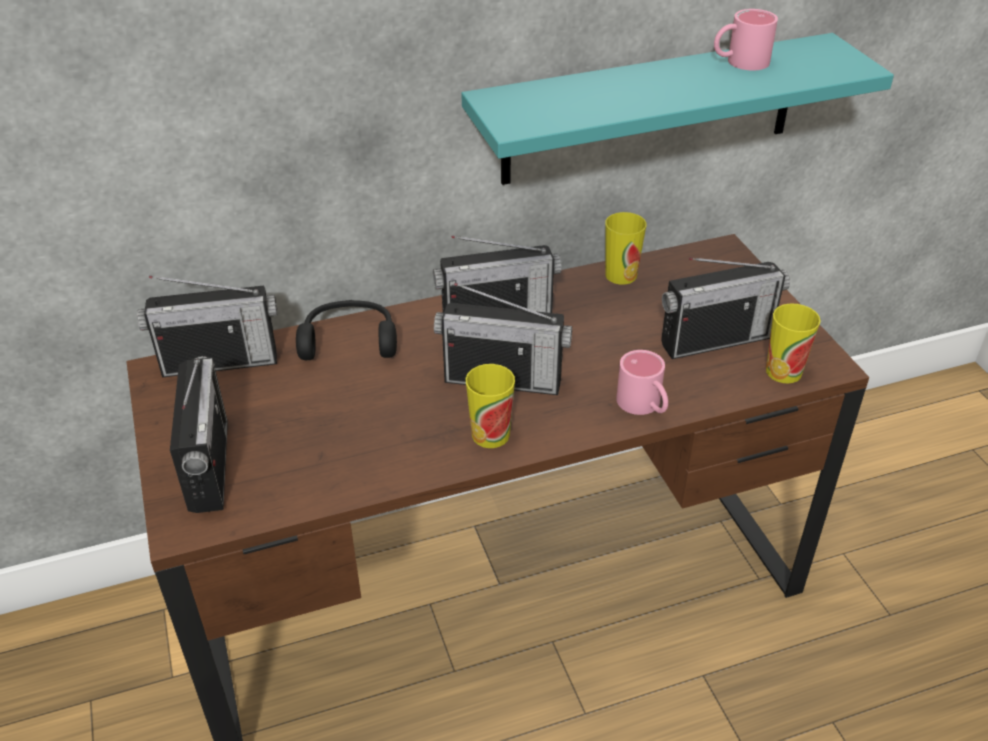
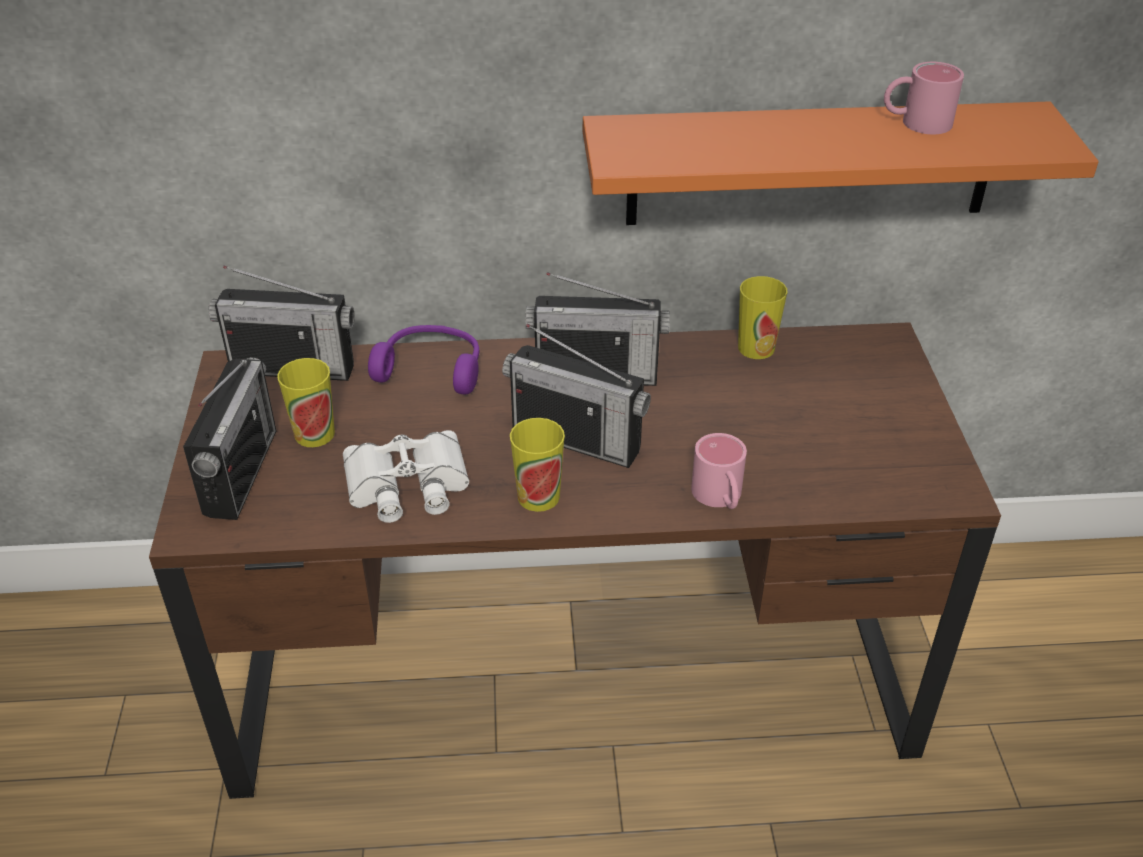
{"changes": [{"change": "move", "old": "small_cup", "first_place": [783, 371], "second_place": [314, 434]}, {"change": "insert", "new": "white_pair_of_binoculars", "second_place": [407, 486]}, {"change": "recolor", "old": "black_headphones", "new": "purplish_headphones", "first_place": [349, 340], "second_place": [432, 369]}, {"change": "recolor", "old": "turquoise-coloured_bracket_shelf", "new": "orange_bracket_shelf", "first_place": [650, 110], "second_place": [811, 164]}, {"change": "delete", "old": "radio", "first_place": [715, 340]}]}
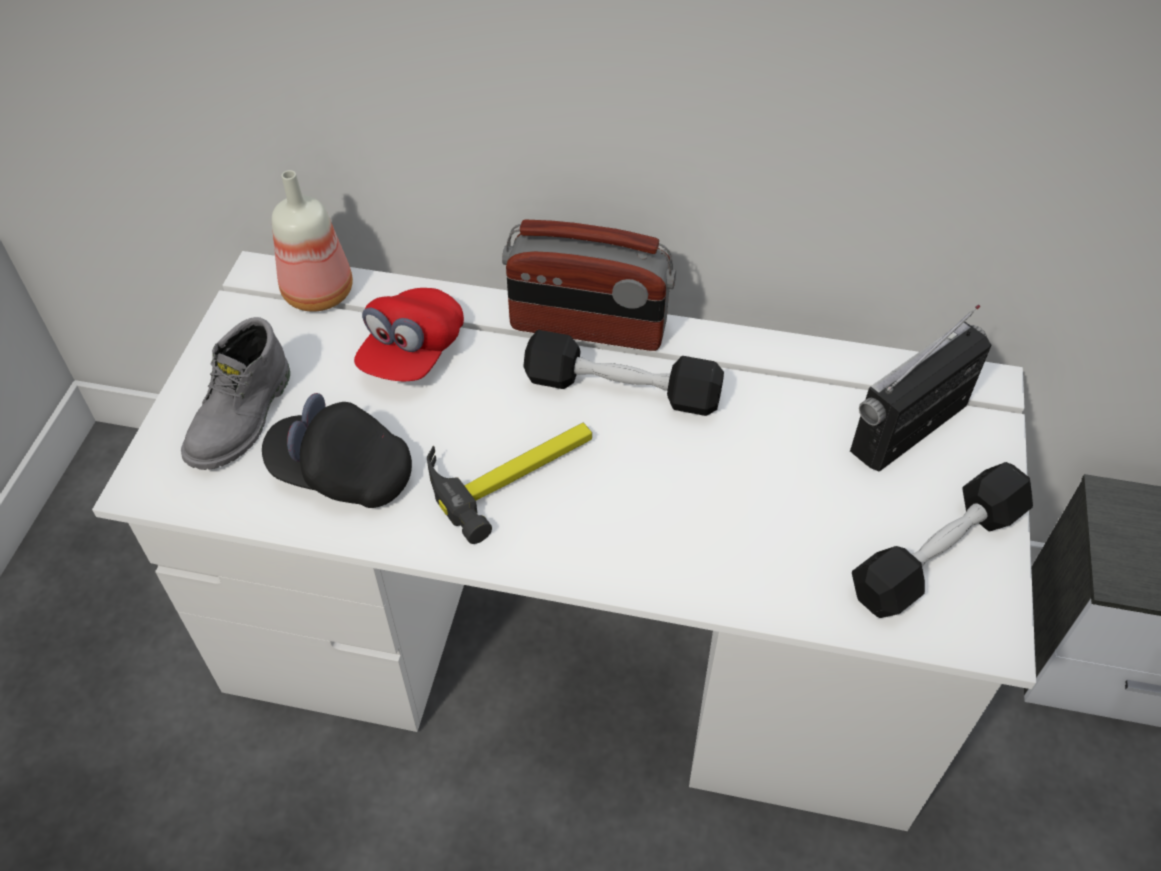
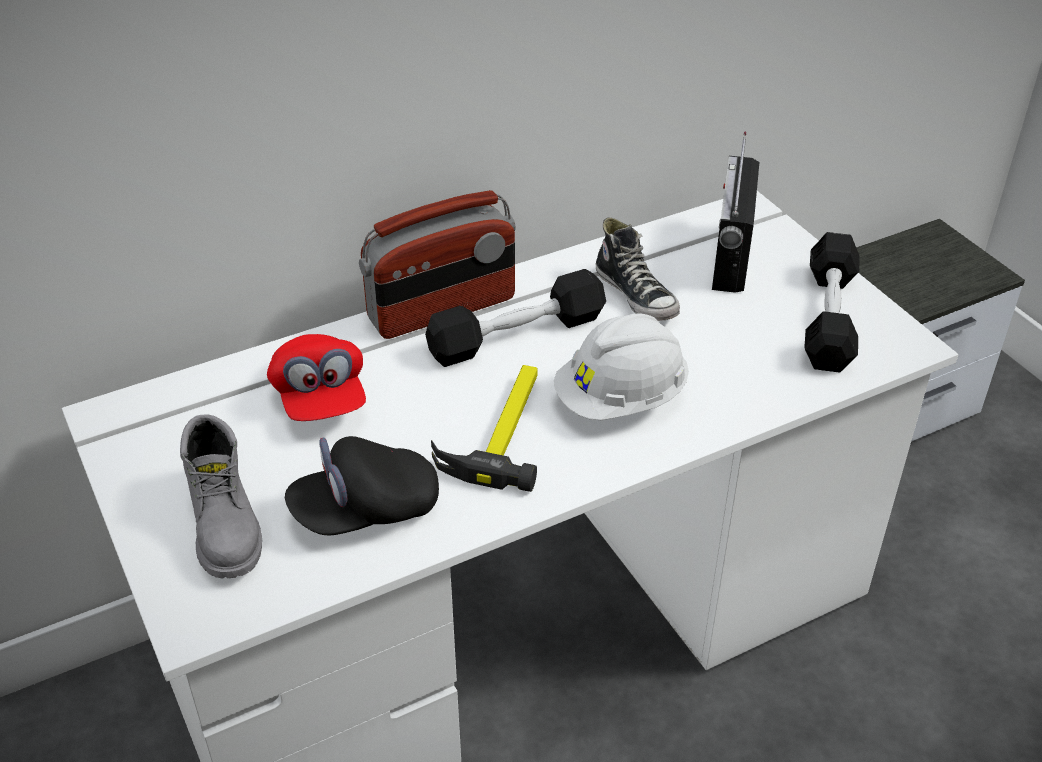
{"changes": [{"change": "insert", "new": "white_hard_hat", "second_place": [621, 399]}, {"change": "insert", "new": "item_of_footwear", "second_place": [636, 295]}, {"change": "delete", "old": "drink_bottle", "first_place": [321, 293]}]}
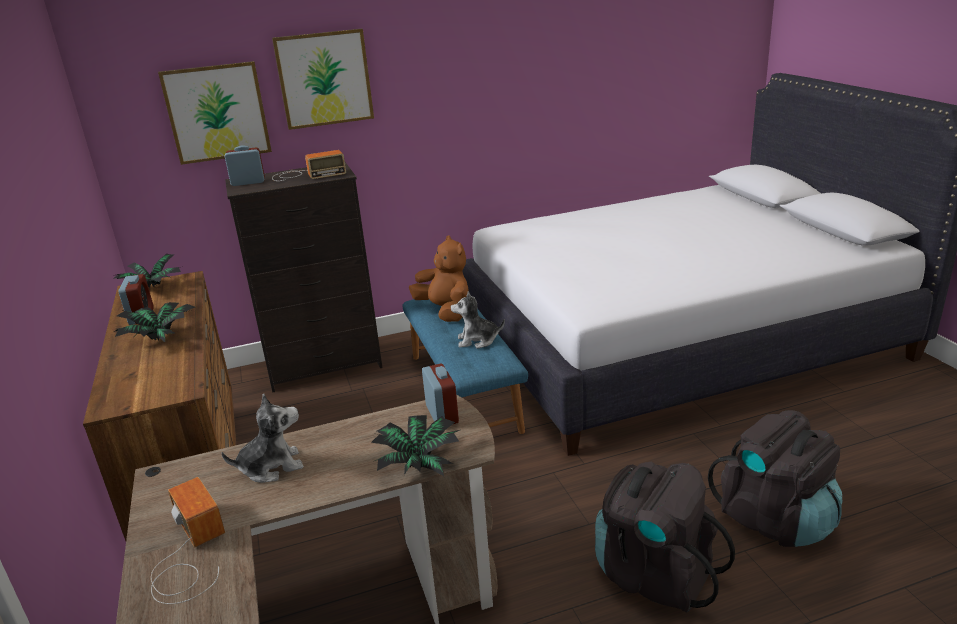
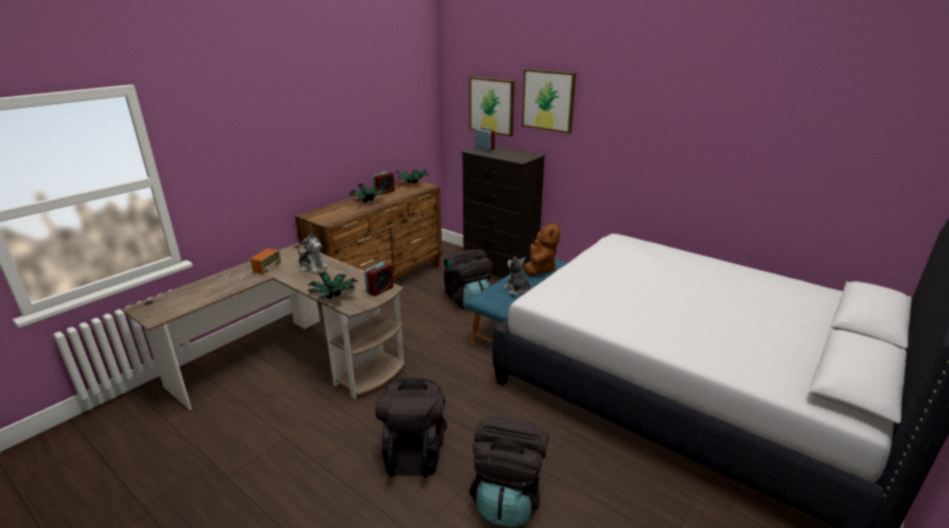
{"changes": [{"change": "insert", "new": "black_rucksack", "second_place": [468, 300]}, {"change": "delete", "old": "radio", "first_place": [306, 175]}]}
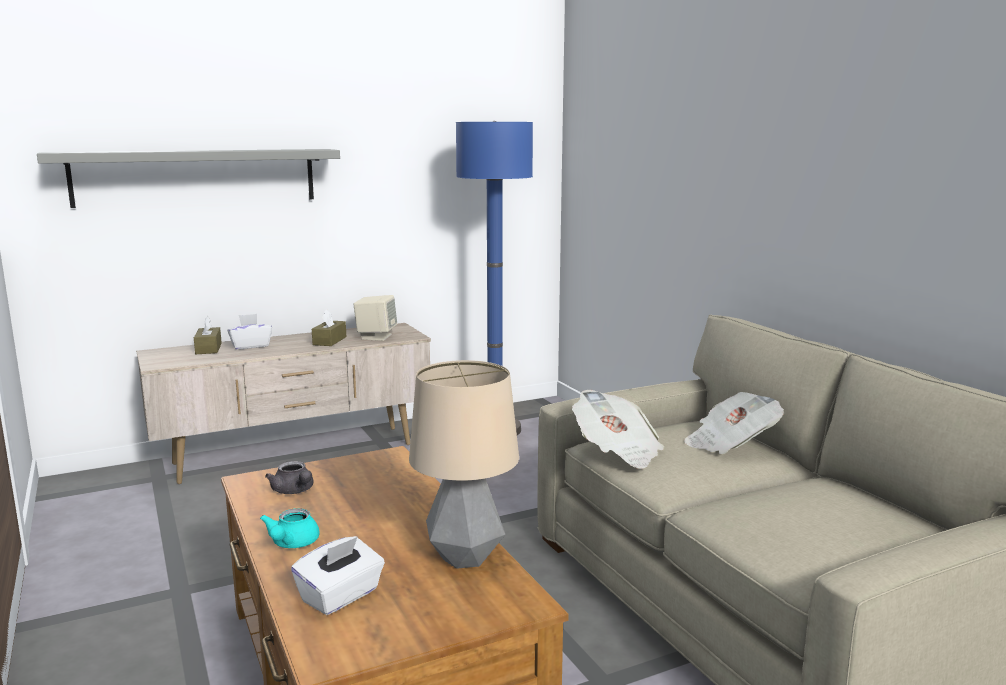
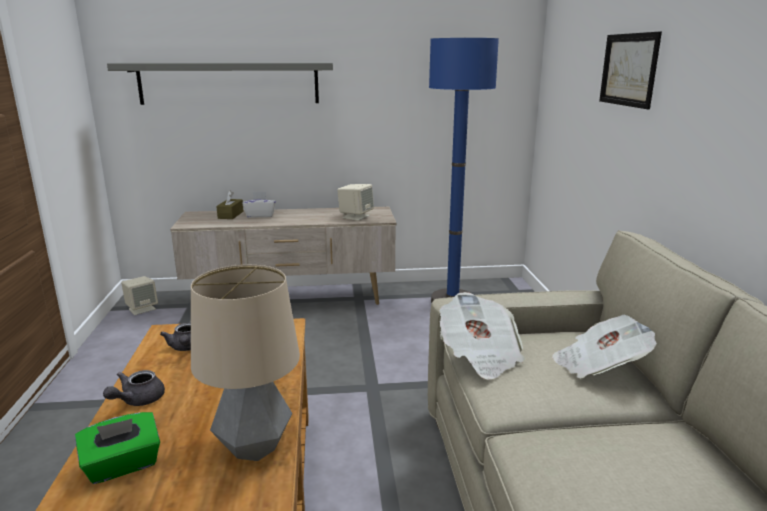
{"changes": [{"change": "recolor", "old": "white_tissue_box", "new": "green_tissue_box", "first_place": [341, 596], "second_place": [123, 465]}, {"change": "recolor", "old": "turquoise-coloured_pot_for_tea", "new": "gray_pot_for_tea", "first_place": [291, 544], "second_place": [137, 400]}, {"change": "insert", "new": "sand-coloured_speaker", "second_place": [142, 309]}, {"change": "insert", "new": "wall_art", "second_place": [628, 69]}, {"change": "delete", "old": "brownish_tissue_box", "first_place": [329, 341]}]}
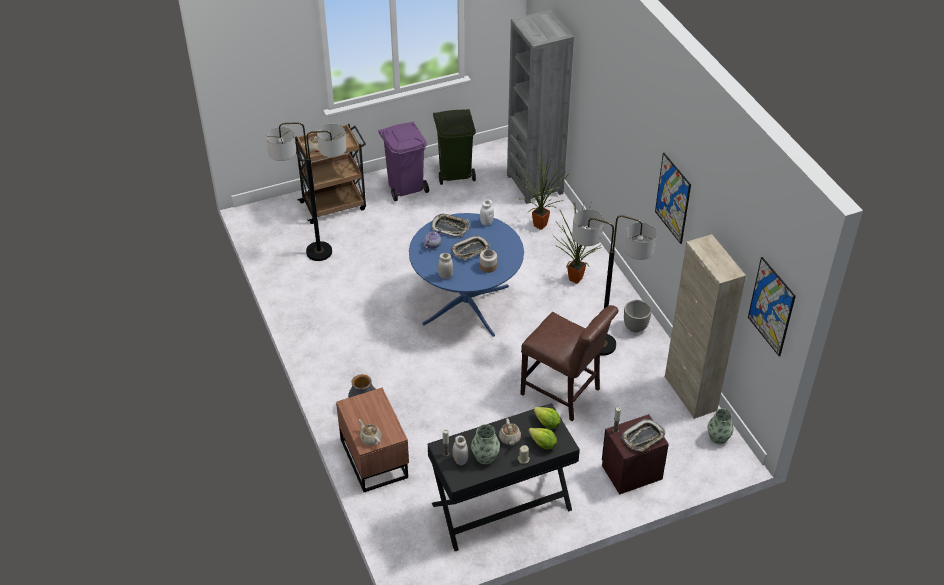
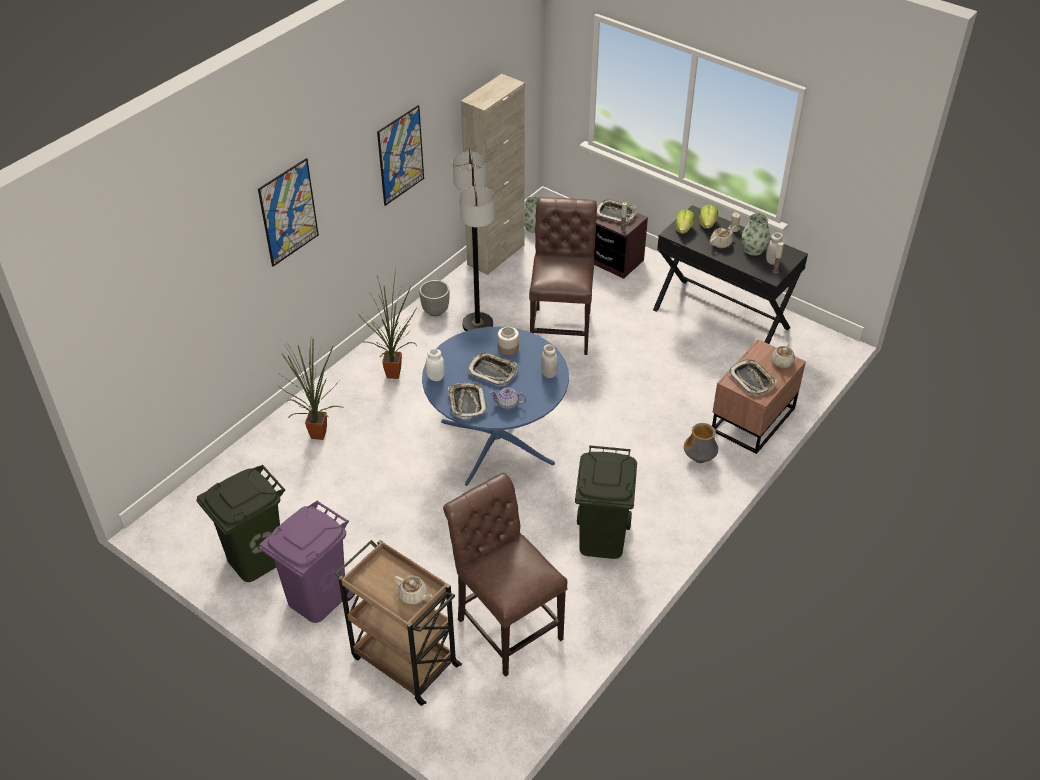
{"changes": [{"change": "move", "old": "wall_art", "first_place": [771, 306], "second_place": [288, 212]}, {"change": "replace", "old": "standard_lamp", "new": "brownish_chair", "first_place": [319, 252], "second_place": [506, 624]}, {"change": "insert", "new": "green_rubbish_bin", "second_place": [601, 539]}, {"change": "insert", "new": "tray", "second_place": [752, 379]}, {"change": "delete", "old": "gray_bookcase", "first_place": [535, 184]}]}
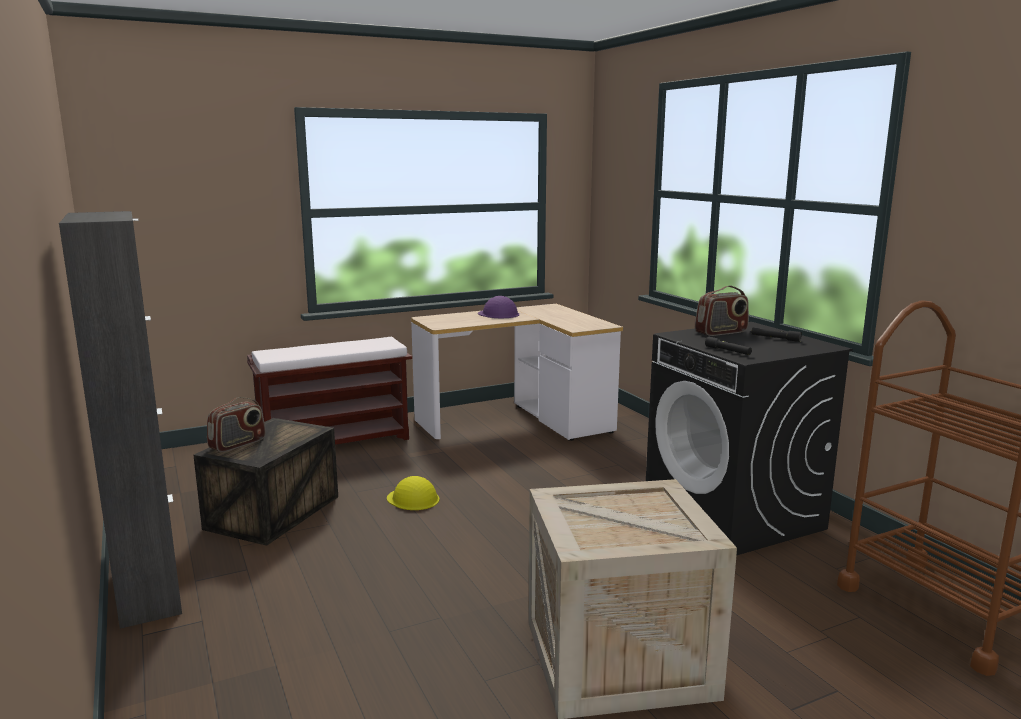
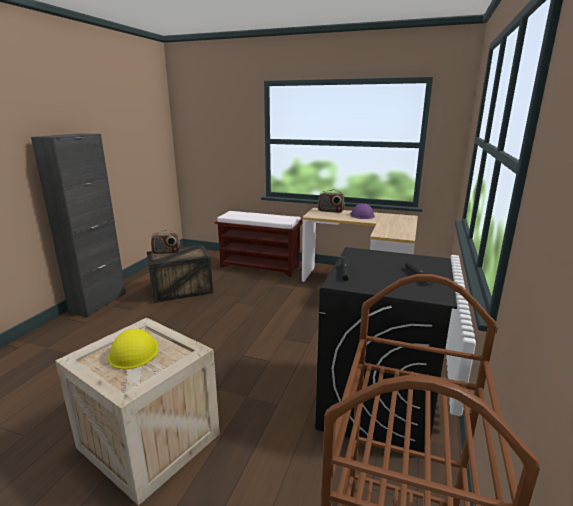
{"changes": [{"change": "move", "old": "yellow-coloured_hard_hat", "first_place": [413, 499], "second_place": [134, 352]}, {"change": "move", "old": "radio", "first_place": [721, 332], "second_place": [330, 211]}]}
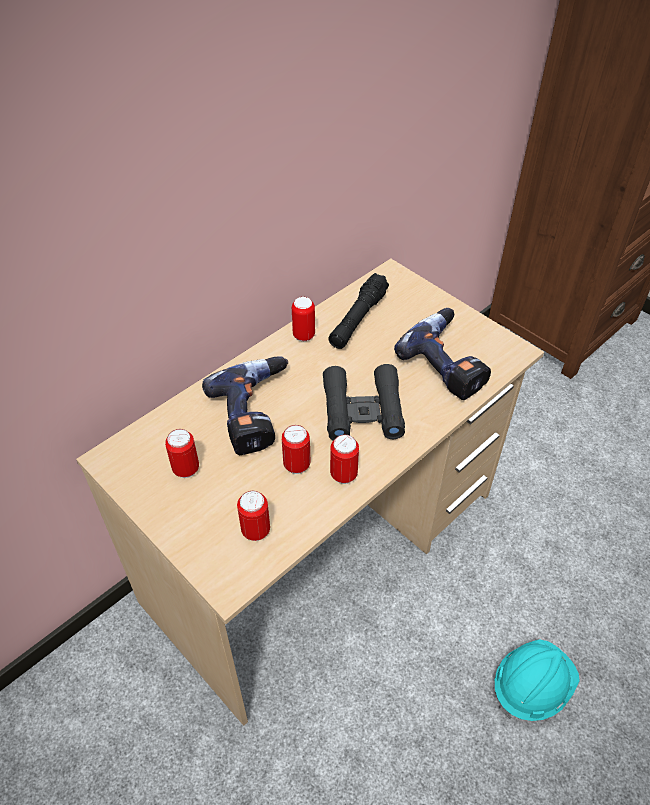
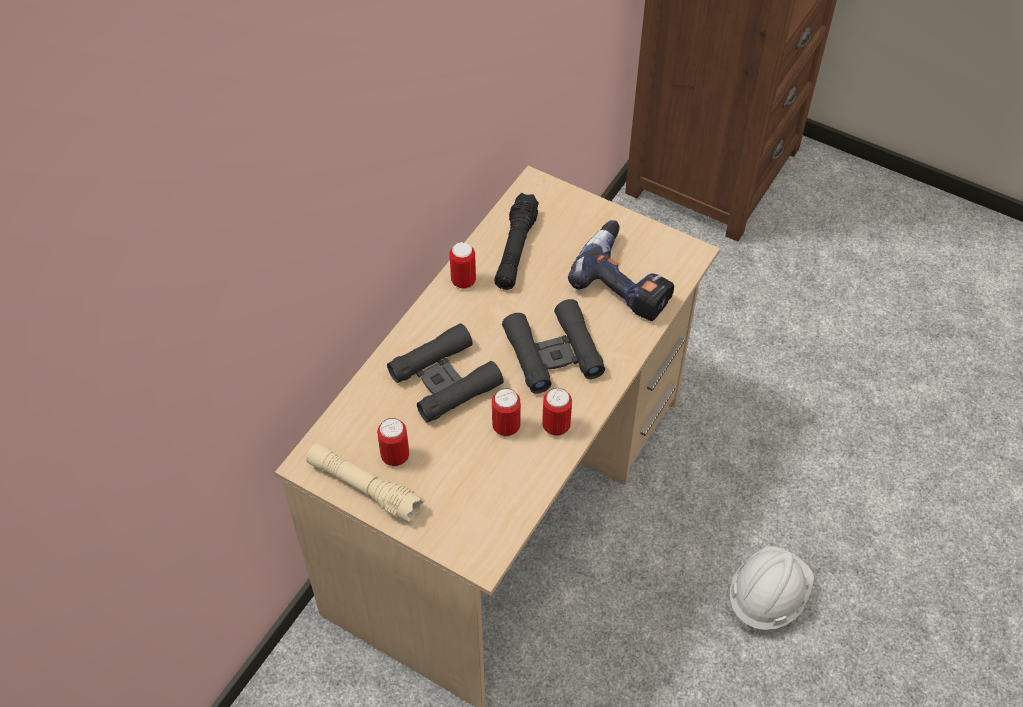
{"changes": [{"change": "insert", "new": "sand-coloured_hand_torch", "second_place": [364, 488]}, {"change": "replace", "old": "electric_drill", "new": "black_pair_of_binoculars", "first_place": [257, 412], "second_place": [445, 380]}, {"change": "recolor", "old": "turquoise-coloured_hard_hat", "new": "white_hard_hat", "first_place": [531, 686], "second_place": [767, 596]}, {"change": "delete", "old": "sealed_can", "first_place": [256, 531]}]}
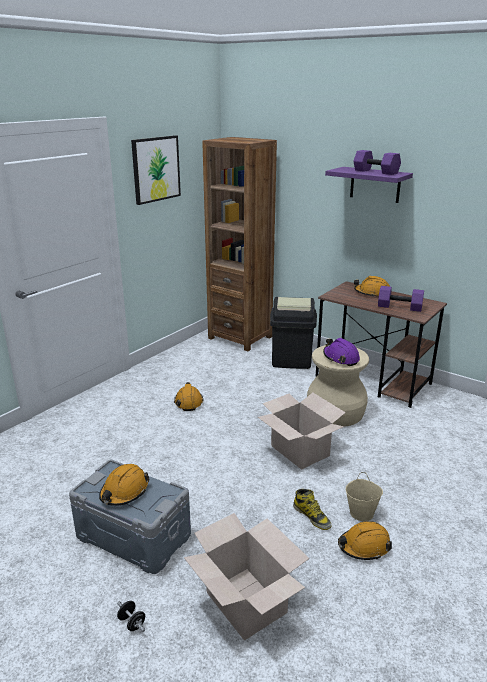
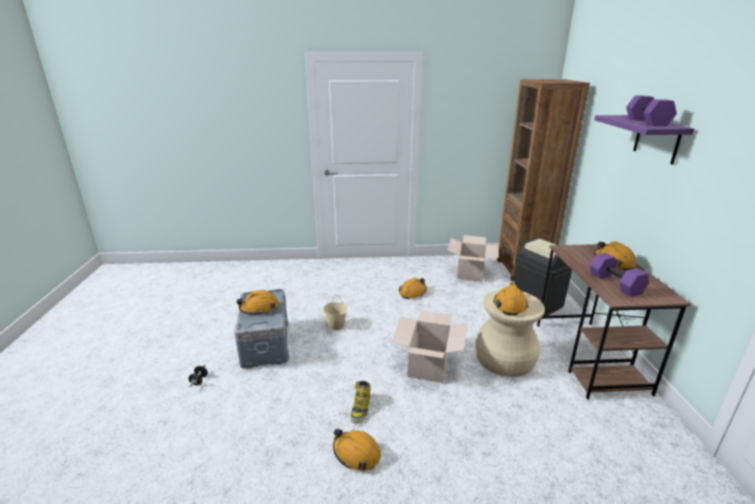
{"changes": [{"change": "move", "old": "sand-coloured_pail", "first_place": [361, 513], "second_place": [336, 325]}, {"change": "move", "old": "packing_box", "first_place": [245, 603], "second_place": [470, 273]}, {"change": "recolor", "old": "purplish_hard_hat", "new": "orange_hard_hat", "first_place": [340, 358], "second_place": [510, 305]}, {"change": "delete", "old": "wall_art", "first_place": [156, 169]}]}
